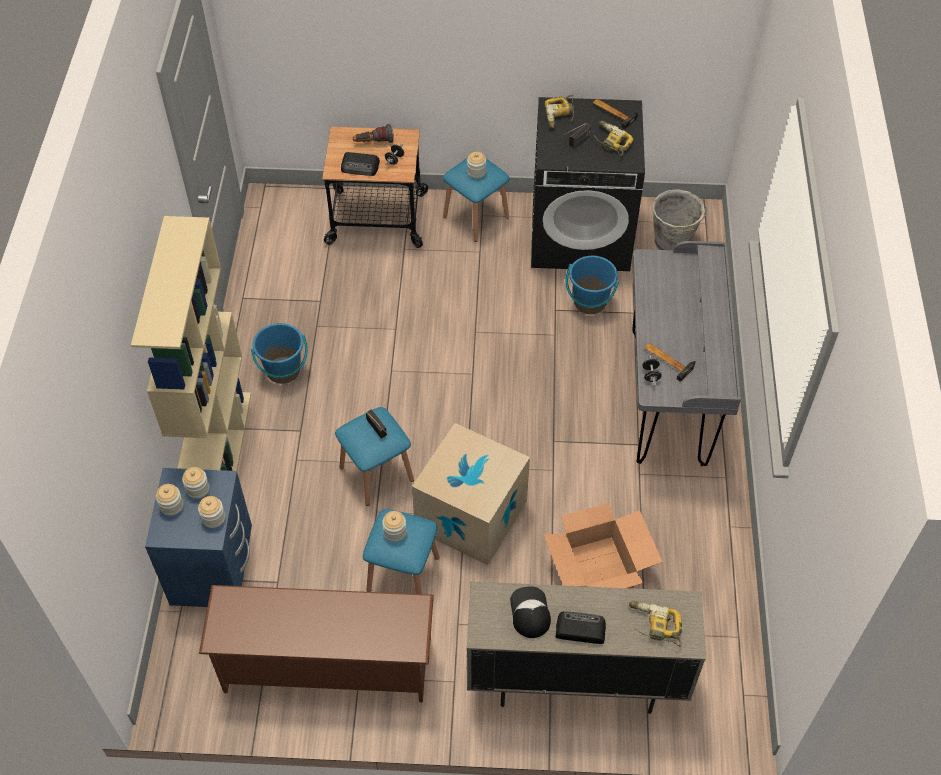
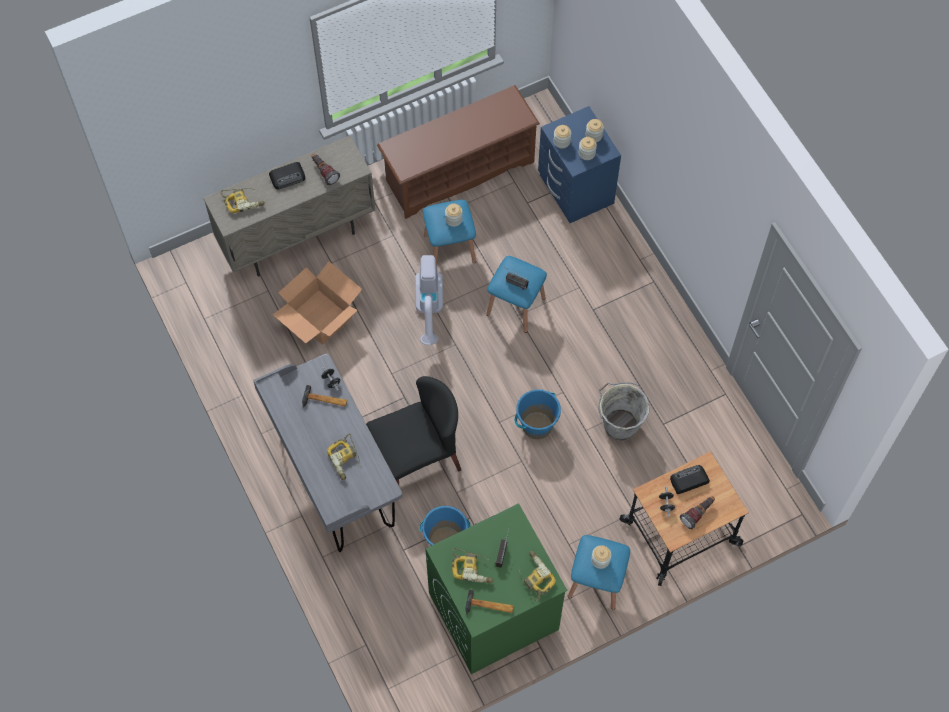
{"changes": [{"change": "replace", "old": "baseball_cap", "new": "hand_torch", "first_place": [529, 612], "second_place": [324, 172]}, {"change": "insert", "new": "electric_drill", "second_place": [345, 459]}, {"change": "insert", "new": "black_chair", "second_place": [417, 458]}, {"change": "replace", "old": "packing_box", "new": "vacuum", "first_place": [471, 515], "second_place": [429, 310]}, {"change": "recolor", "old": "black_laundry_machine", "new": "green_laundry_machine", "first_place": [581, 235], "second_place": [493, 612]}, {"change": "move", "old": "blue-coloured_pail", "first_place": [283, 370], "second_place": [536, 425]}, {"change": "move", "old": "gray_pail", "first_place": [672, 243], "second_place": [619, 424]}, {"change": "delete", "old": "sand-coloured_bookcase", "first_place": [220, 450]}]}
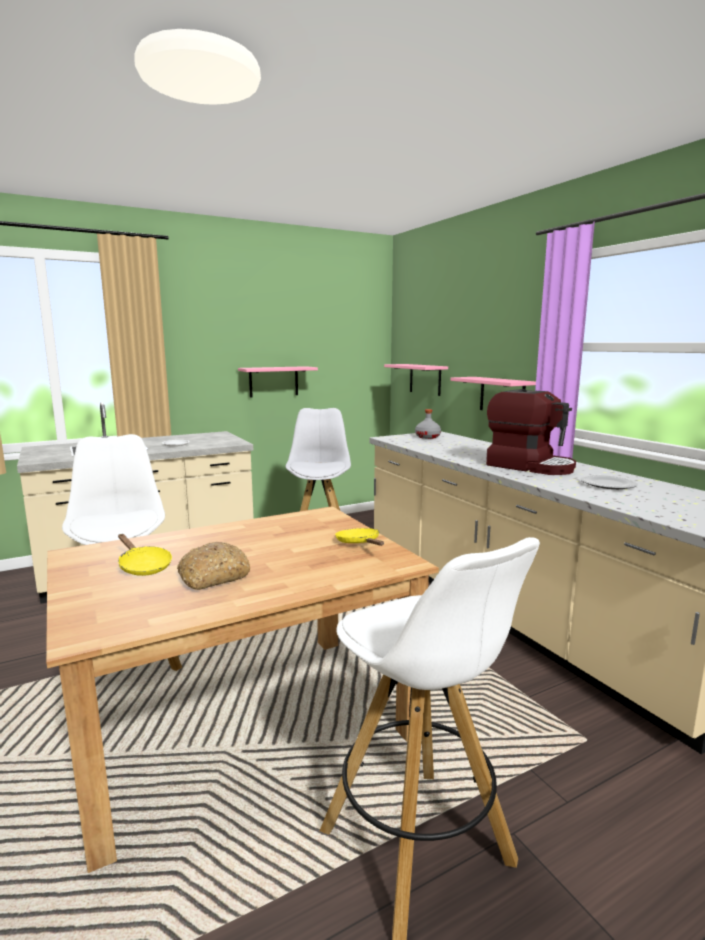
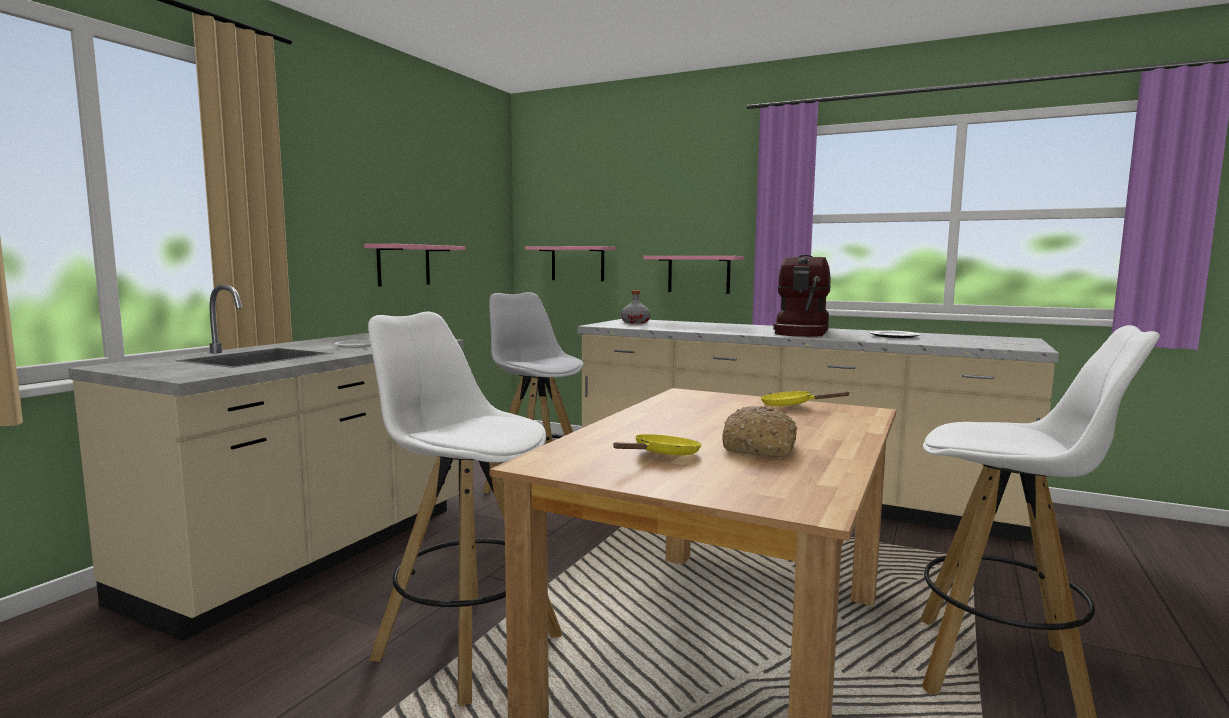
{"changes": [{"change": "rotate", "old": "yellow-coloured_frying_pan", "first_place": [143, 566], "second_place": [662, 455], "degrees": -60}, {"change": "rotate", "old": "coffee_machine", "first_place": [530, 466], "second_place": [802, 332], "degrees": 105}]}
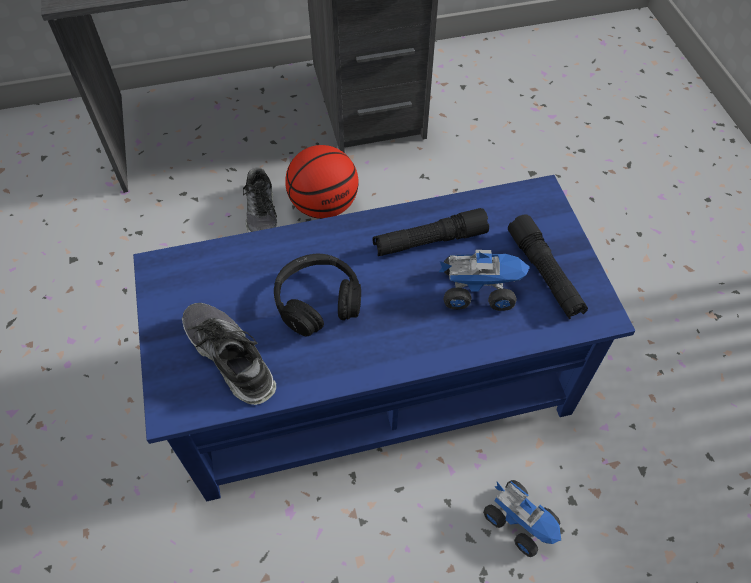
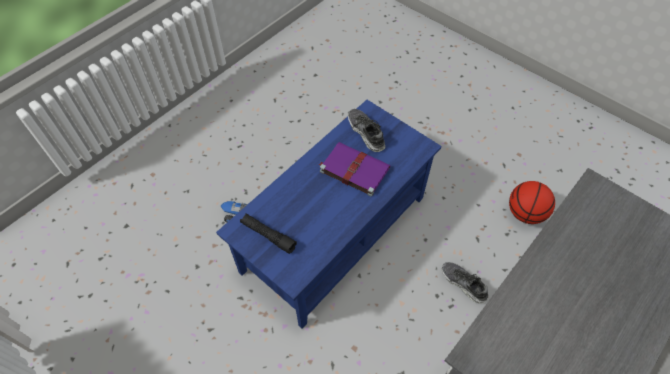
{"changes": [{"change": "replace", "old": "black_headphones", "new": "purplish_volume", "first_place": [318, 301], "second_place": [353, 169]}, {"change": "rotate", "old": "item_of_footwear", "first_place": [229, 357], "second_place": [366, 133], "degrees": -135}, {"change": "move", "old": "ball_for_basketball", "first_place": [324, 205], "second_place": [525, 213]}, {"change": "delete", "old": "black_hand_torch", "first_place": [429, 241]}, {"change": "delete", "old": "toy_lorry", "first_place": [478, 289]}]}
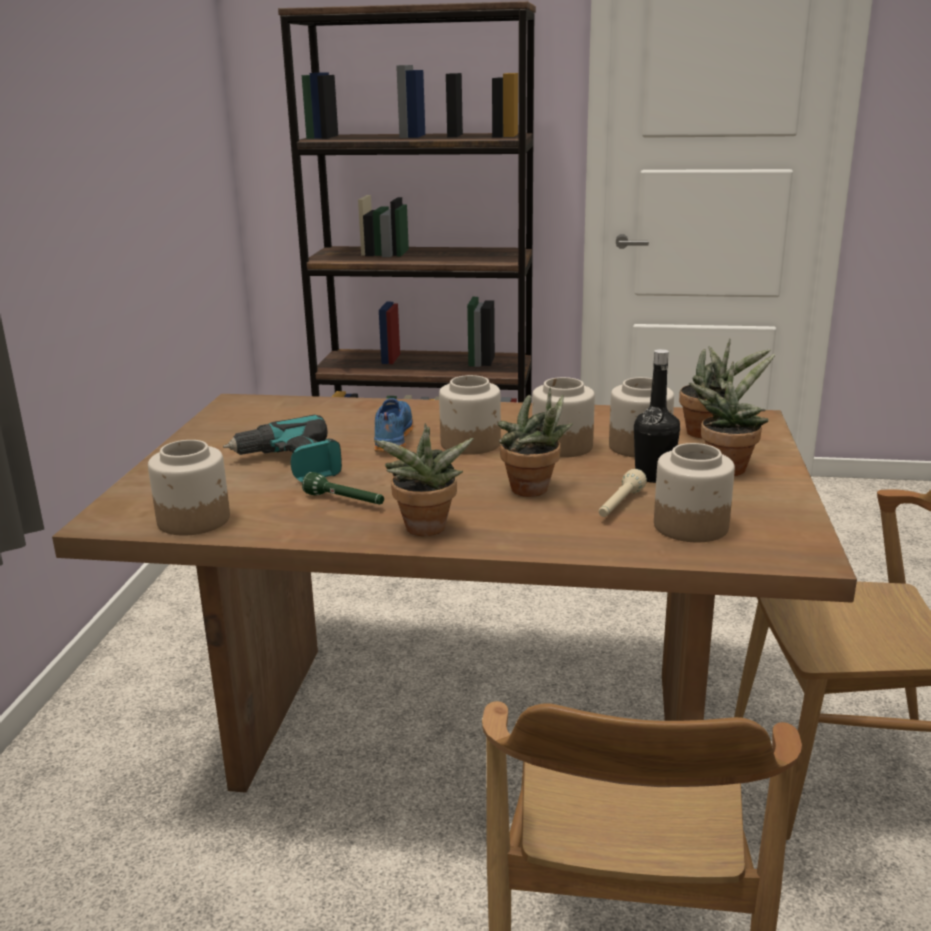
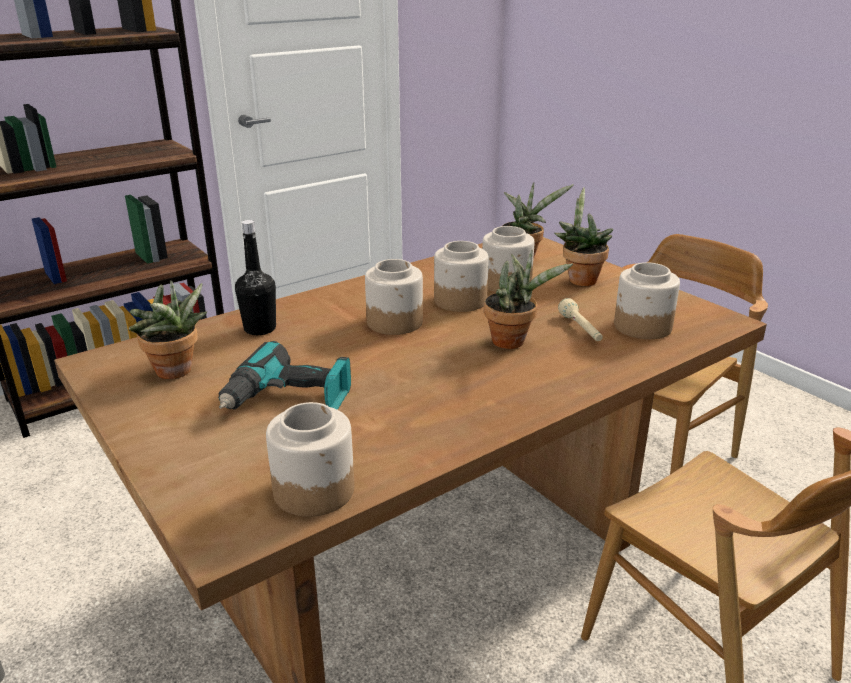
{"changes": [{"change": "move", "old": "houseplant", "first_place": [425, 530], "second_place": [176, 373]}, {"change": "move", "old": "black_drink_bottle", "first_place": [653, 476], "second_place": [260, 329]}, {"change": "delete", "old": "green_hand_torch", "first_place": [345, 501]}, {"change": "delete", "old": "blue-coloured_item_of_footwear", "first_place": [391, 438]}]}
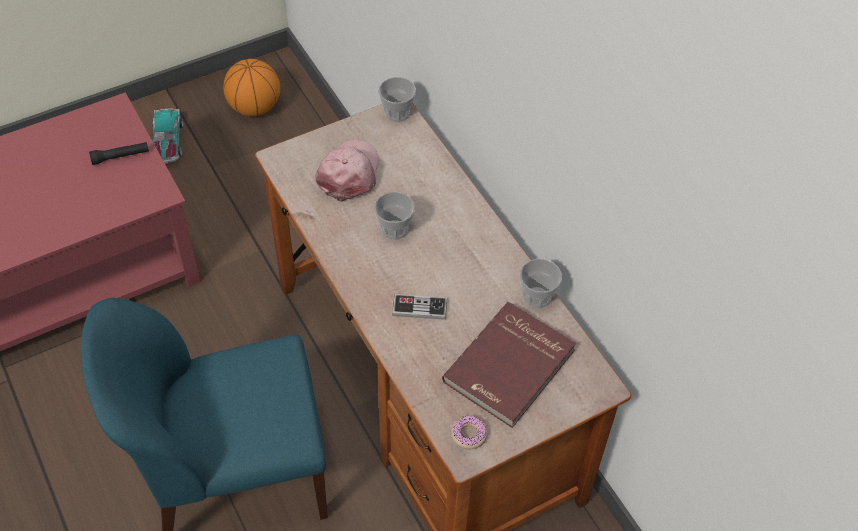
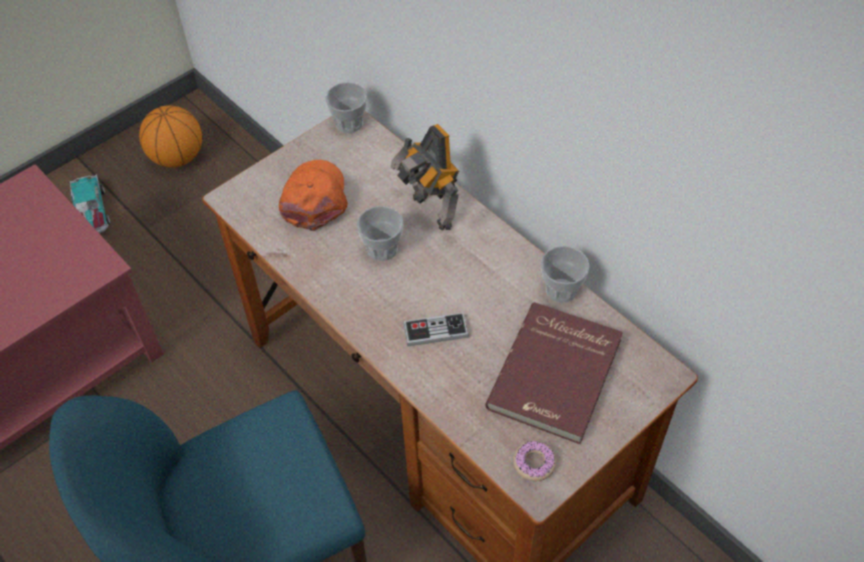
{"changes": [{"change": "recolor", "old": "pinkish_baseball_cap", "new": "orange_baseball_cap", "first_place": [349, 173], "second_place": [314, 198]}, {"change": "insert", "new": "toy_robot", "second_place": [430, 212]}, {"change": "delete", "old": "black_hand_torch", "first_place": [120, 157]}]}
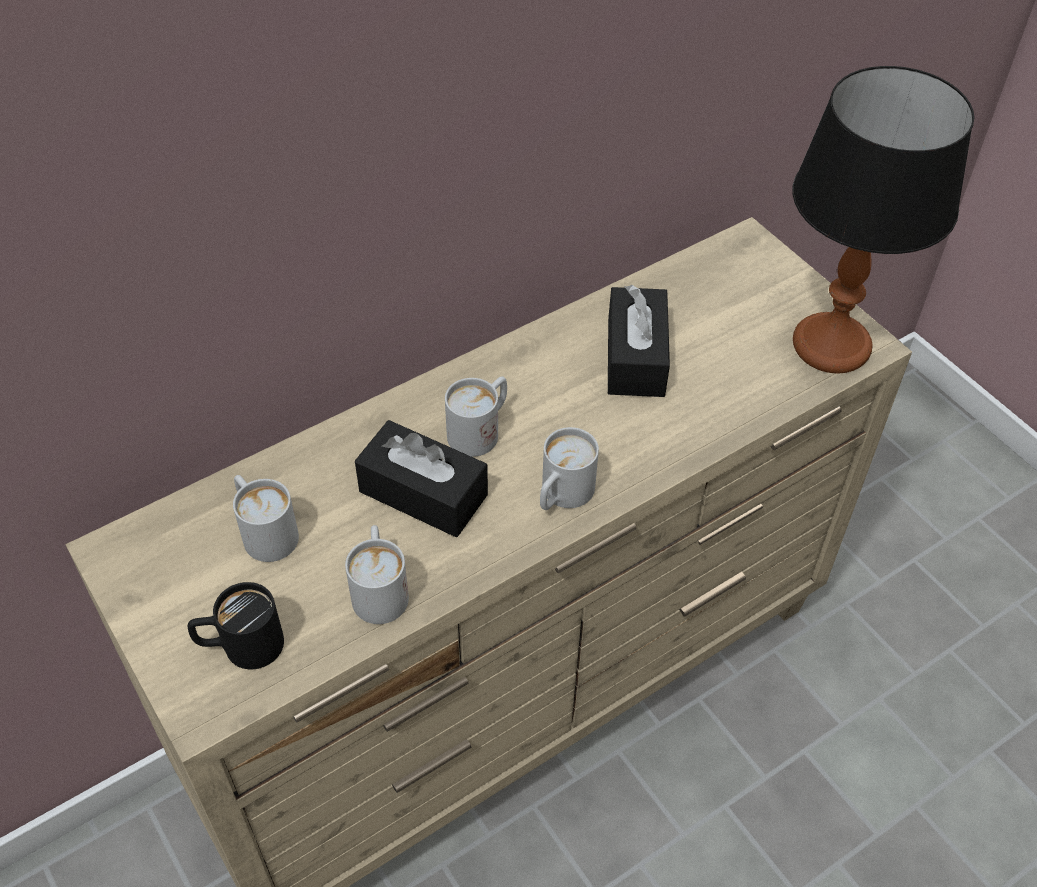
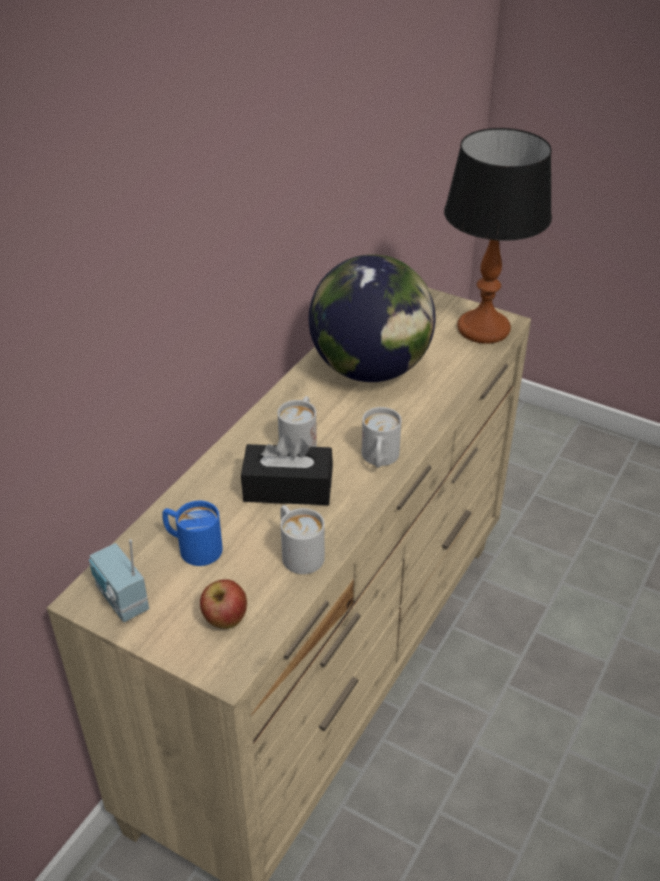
{"changes": [{"change": "insert", "new": "radio", "second_place": [120, 601]}, {"change": "recolor", "old": "white_coffee_mug", "new": "blue-coloured_coffee_mug", "first_place": [264, 531], "second_place": [192, 547]}, {"change": "replace", "old": "black_coffee_mug", "new": "apple", "first_place": [240, 646], "second_place": [225, 620]}, {"change": "replace", "old": "black_tissue_box", "new": "desk_globe", "first_place": [635, 357], "second_place": [371, 369]}]}
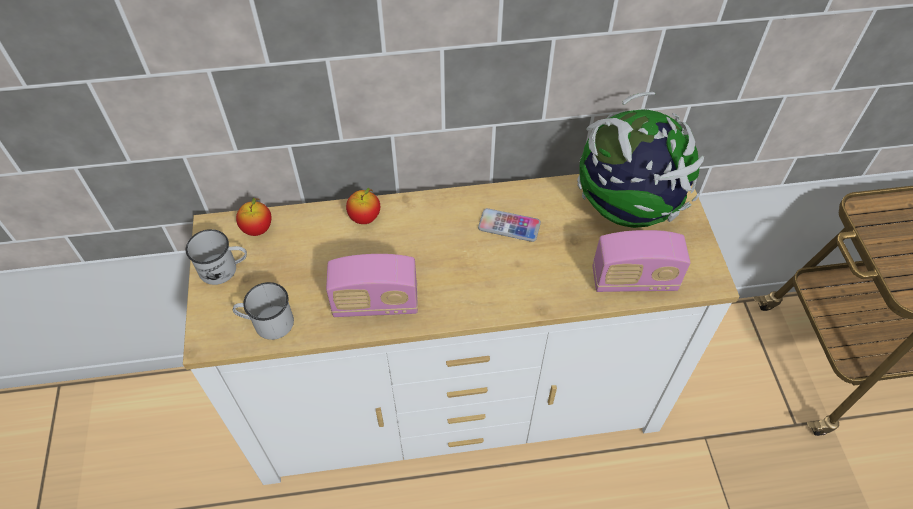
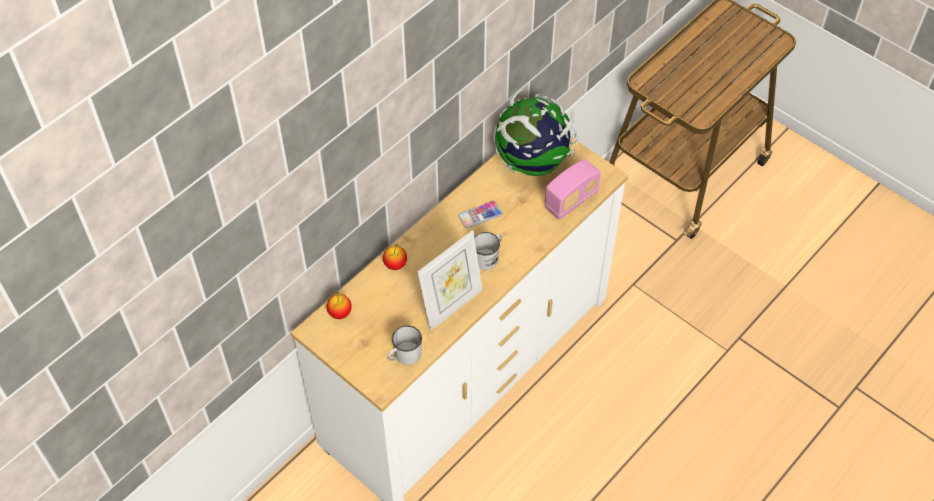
{"changes": [{"change": "replace", "old": "radio", "new": "picture_frame", "first_place": [375, 303], "second_place": [451, 305]}, {"change": "move", "old": "white_coffee_mug", "first_place": [224, 269], "second_place": [488, 256]}]}
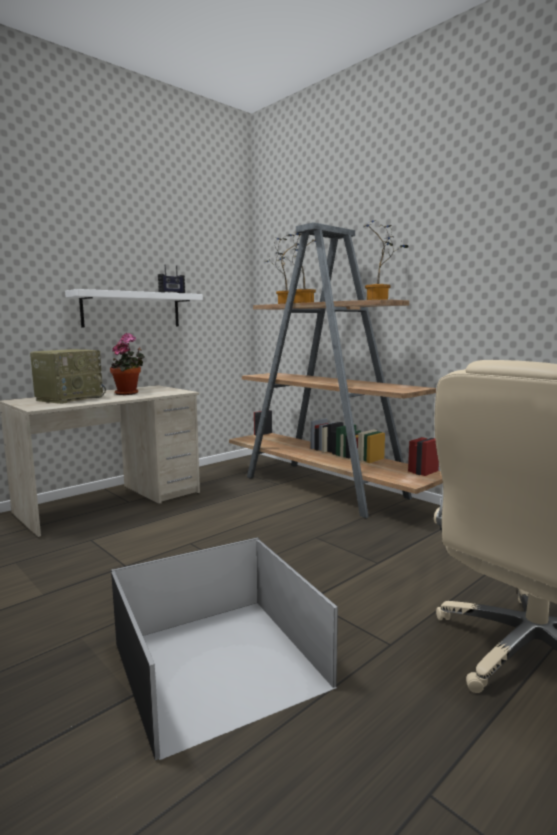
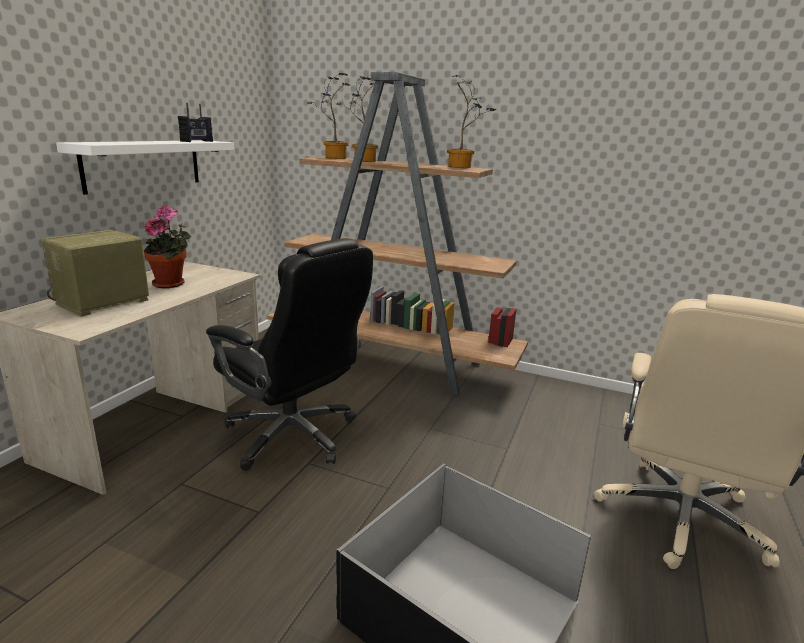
{"changes": [{"change": "rotate", "old": "radio", "first_place": [70, 398], "second_place": [101, 303], "degrees": -150}, {"change": "insert", "new": "black_desk_chair", "second_place": [293, 435]}]}
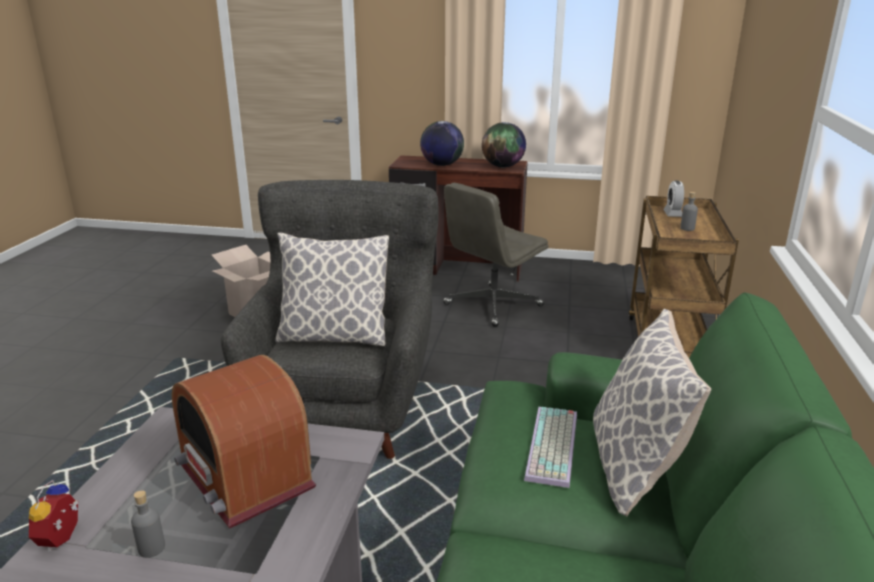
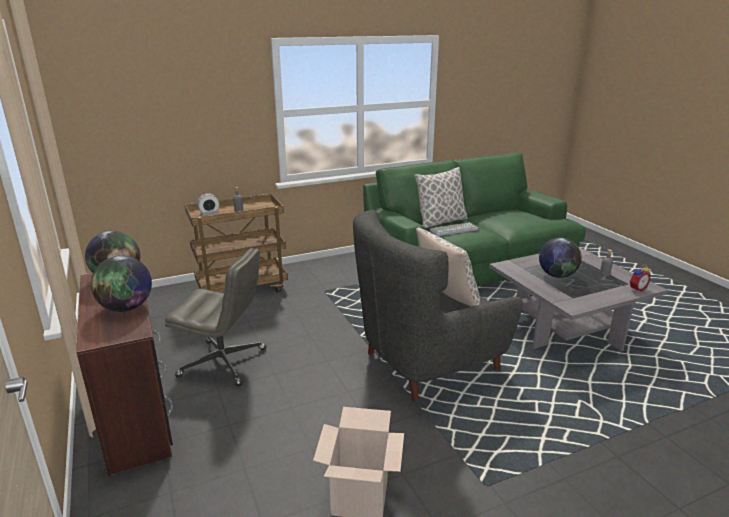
{"changes": [{"change": "replace", "old": "radio", "new": "desk_globe", "first_place": [245, 477], "second_place": [557, 275]}]}
